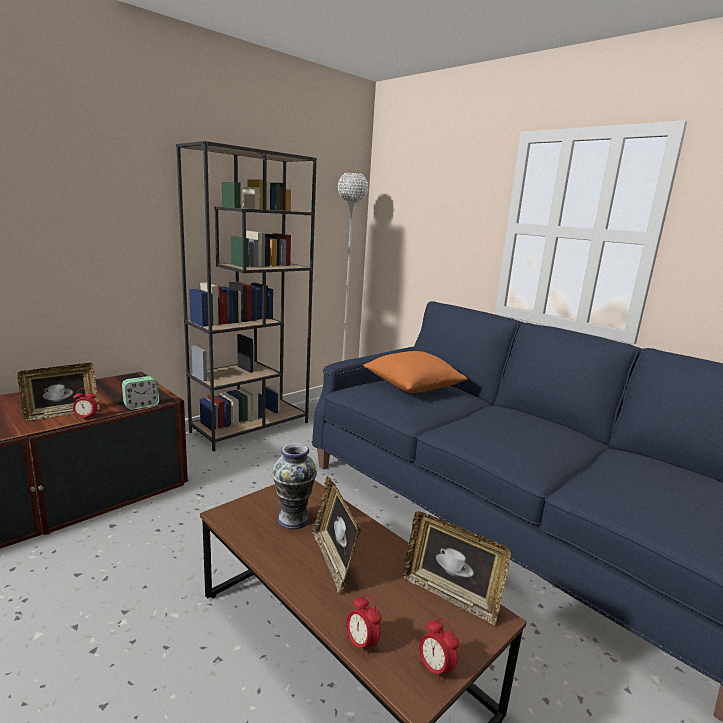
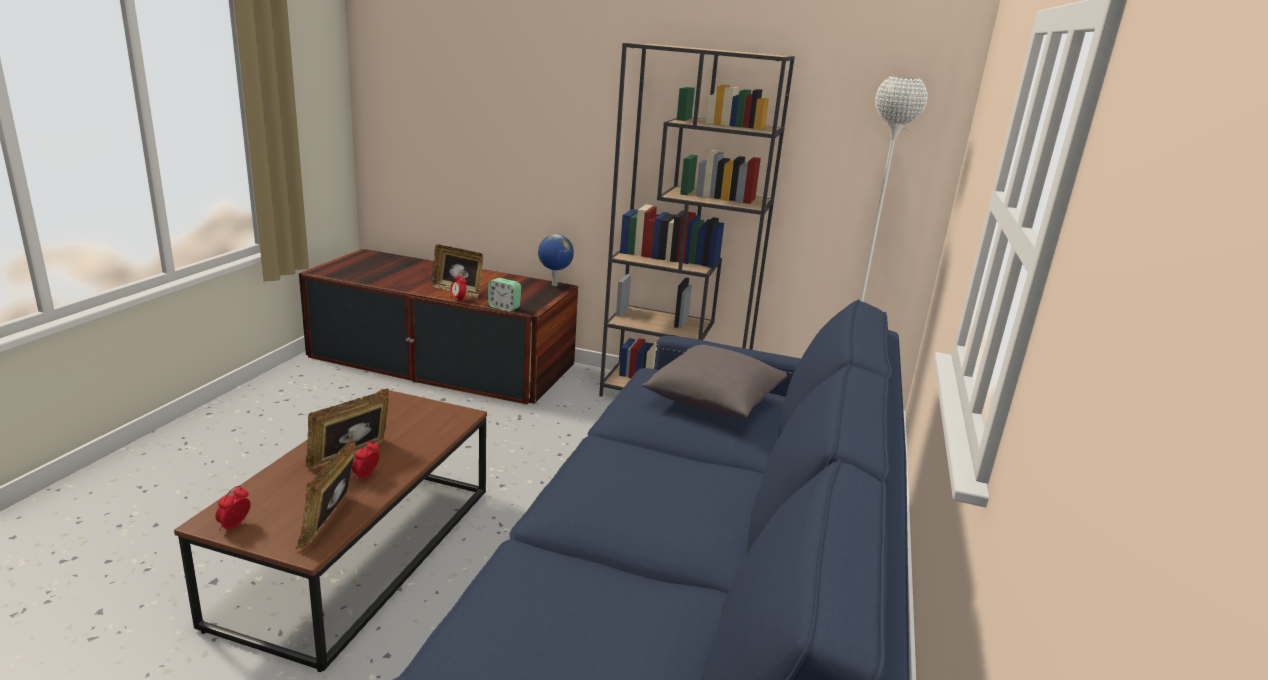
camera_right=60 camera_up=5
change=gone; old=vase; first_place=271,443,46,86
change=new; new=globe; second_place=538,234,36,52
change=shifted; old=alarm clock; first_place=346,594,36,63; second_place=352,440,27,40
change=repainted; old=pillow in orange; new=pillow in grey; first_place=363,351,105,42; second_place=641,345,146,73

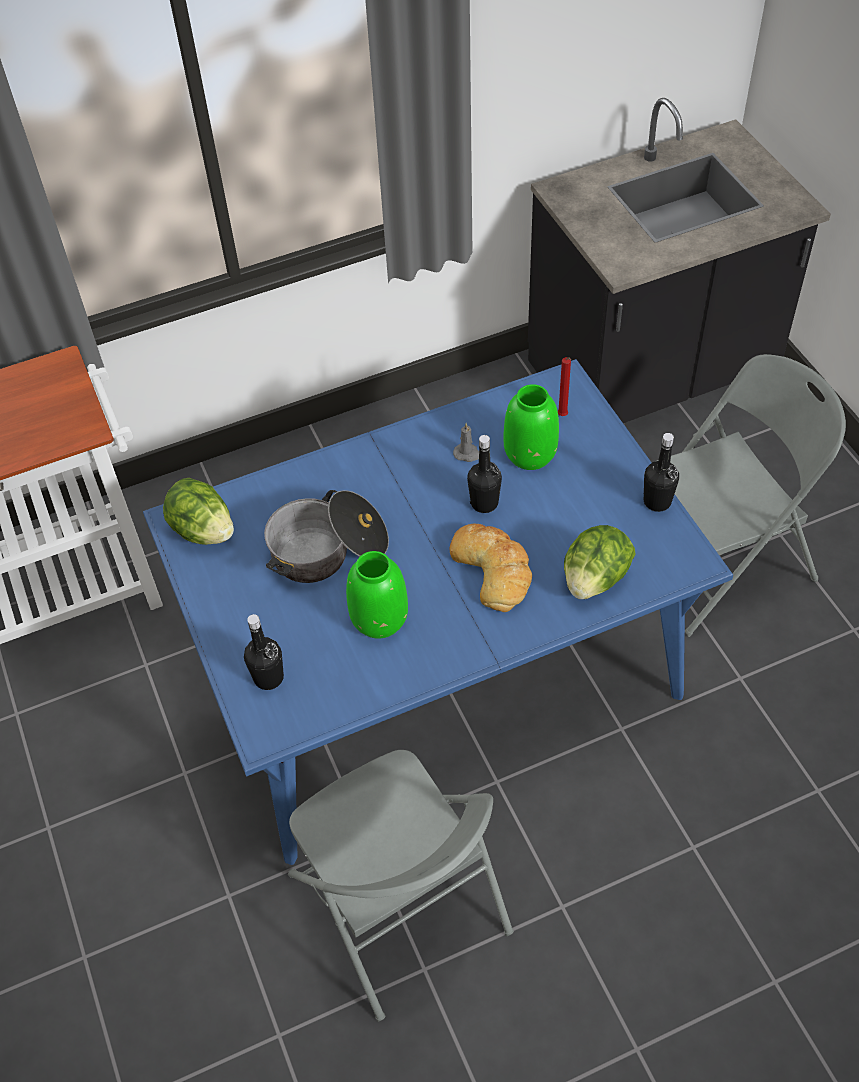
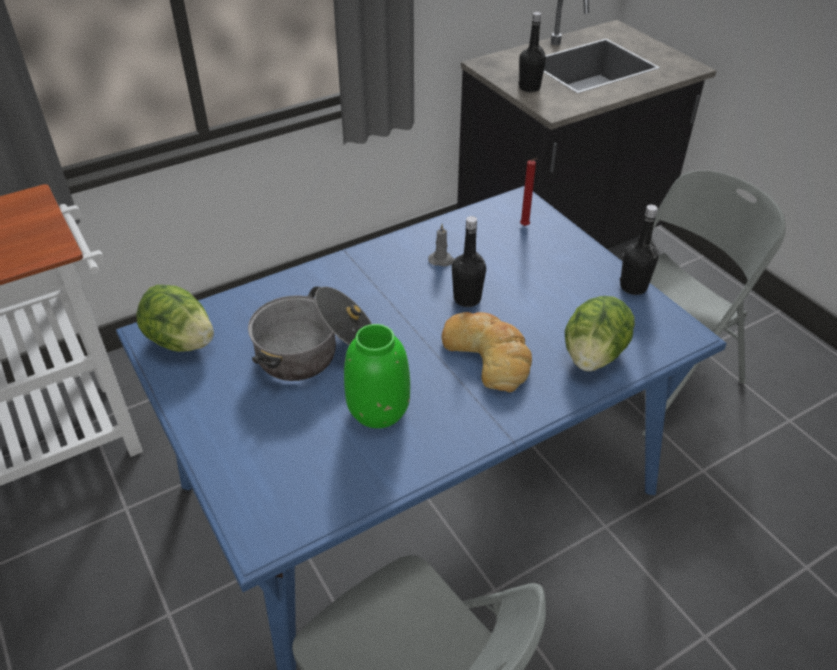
camera_right=-10 camera_up=-10
change=gone; old=vase in green; first_place=503,384,56,86
change=shifted; old=bottle in black; first_place=244,614,40,76; second_place=518,12,28,80

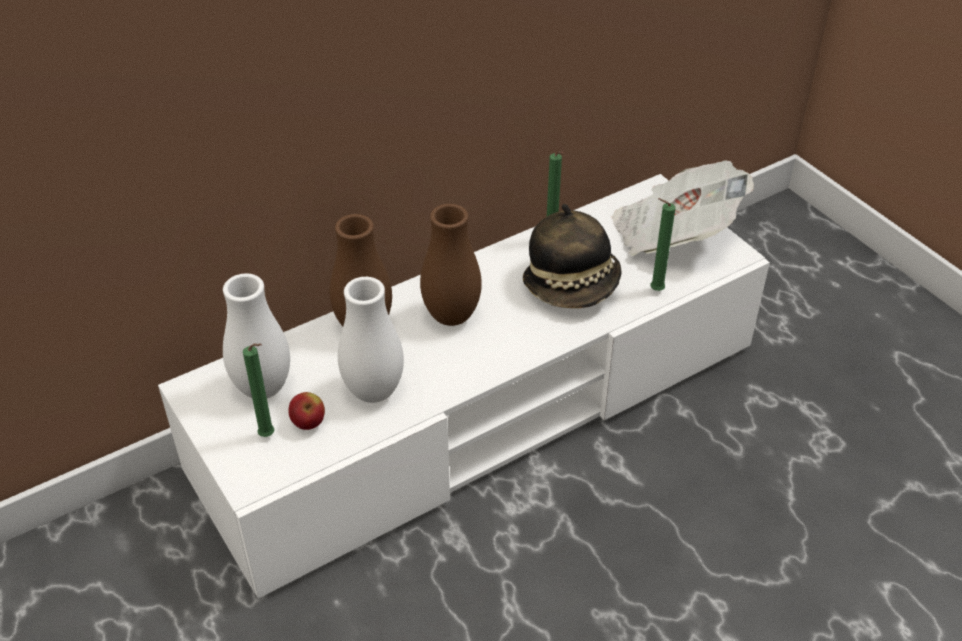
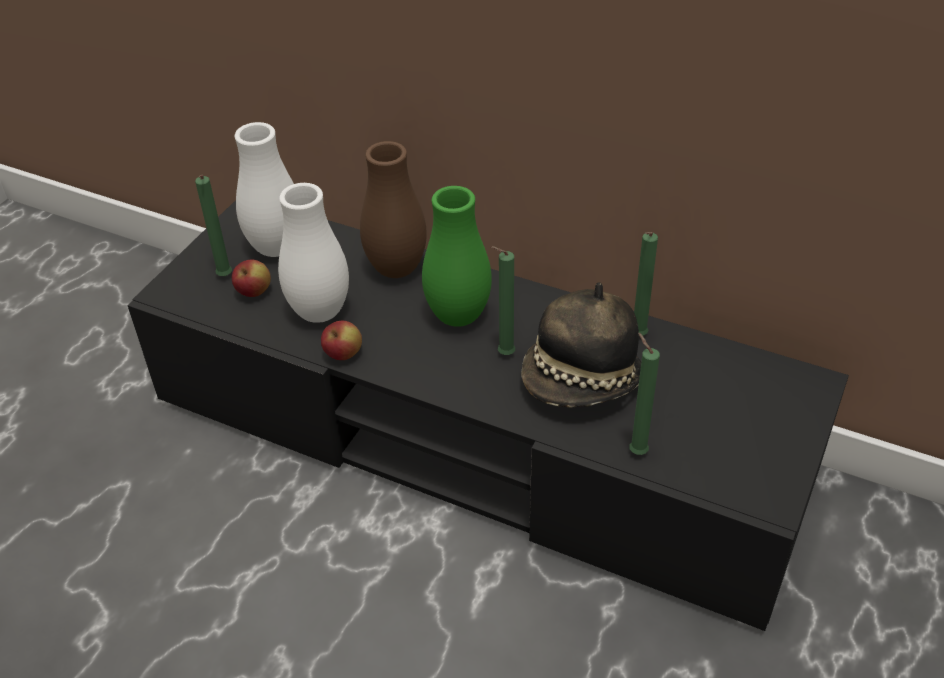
camera_right=60 camera_up=0
change=gone; old=newspaper; first_place=612,161,142,95
change=new; new=apple; second_place=321,321,41,39
change=new; new=candle in green; second_place=491,246,24,109
change=repainted; old=tv stand in white; new=tv stand in black; first_place=158,174,612,425; second_place=127,200,722,431
change=repainted; old=vase in brown; new=vase in green; first_place=420,204,62,122; second_place=422,186,70,141

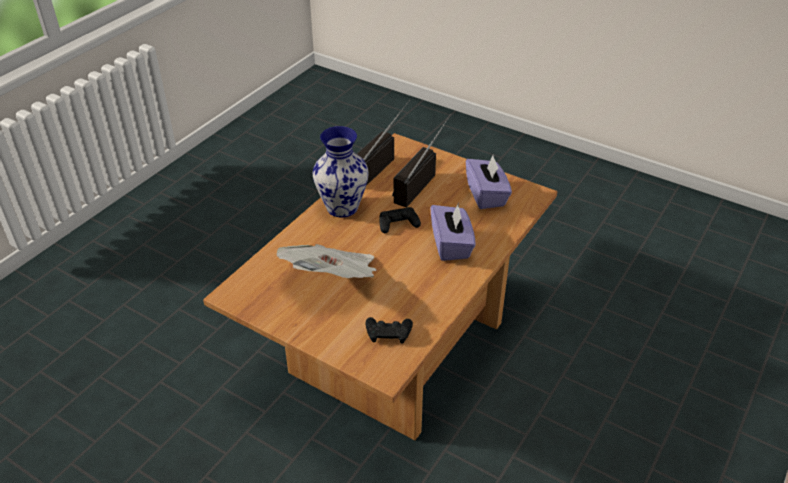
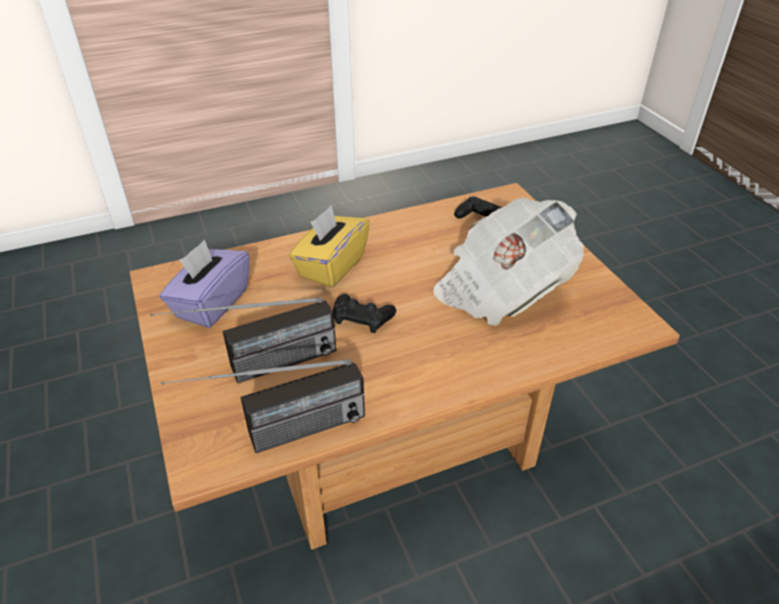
camera_right=-145 camera_up=0
change=gone; old=vase; first_place=313,126,56,91
change=repainted; old=tissue box in purple; new=tissue box in yellow; first_place=431,202,45,59; second_place=289,205,81,83

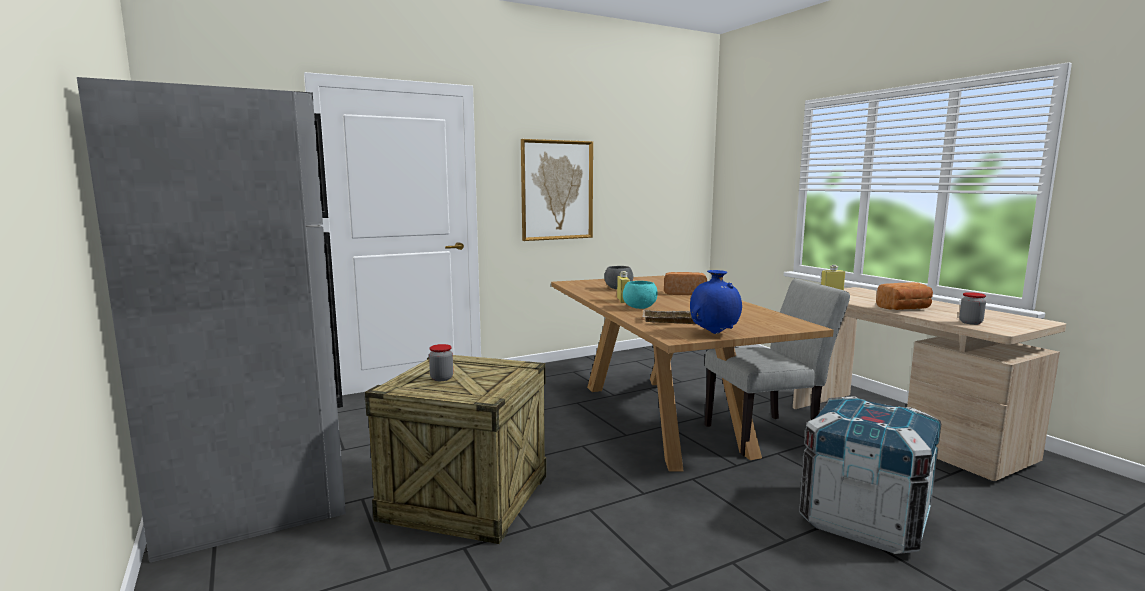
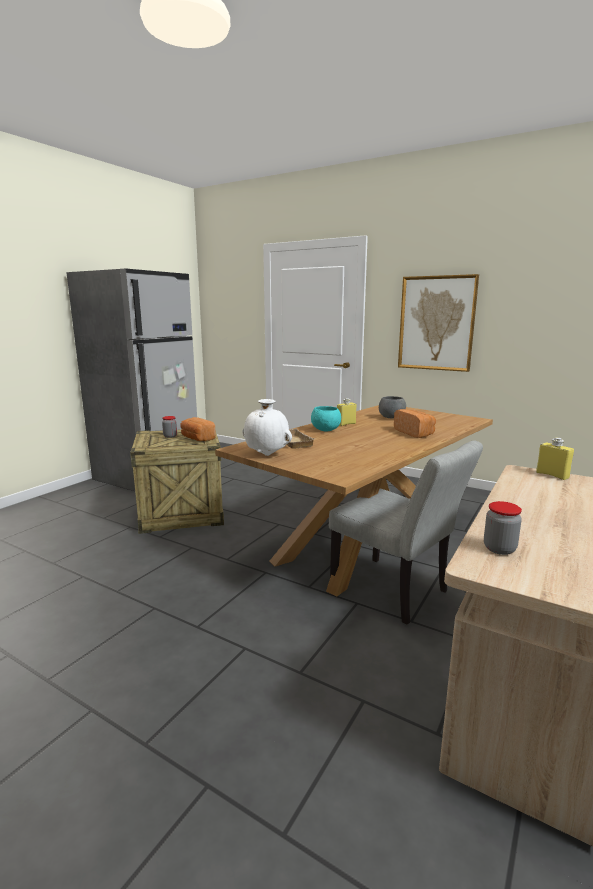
camera_right=60 camera_up=5
change=gone; old=crate; first_place=799,396,142,158
change=shifted; old=bread; first_place=876,282,57,28; second_place=181,417,35,24
change=repainted; old=vase in blue; new=vase in white; first_place=690,270,52,64; second_place=242,399,50,57

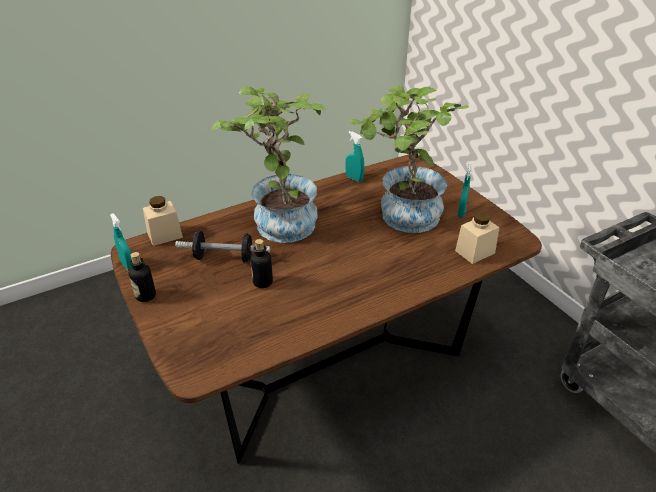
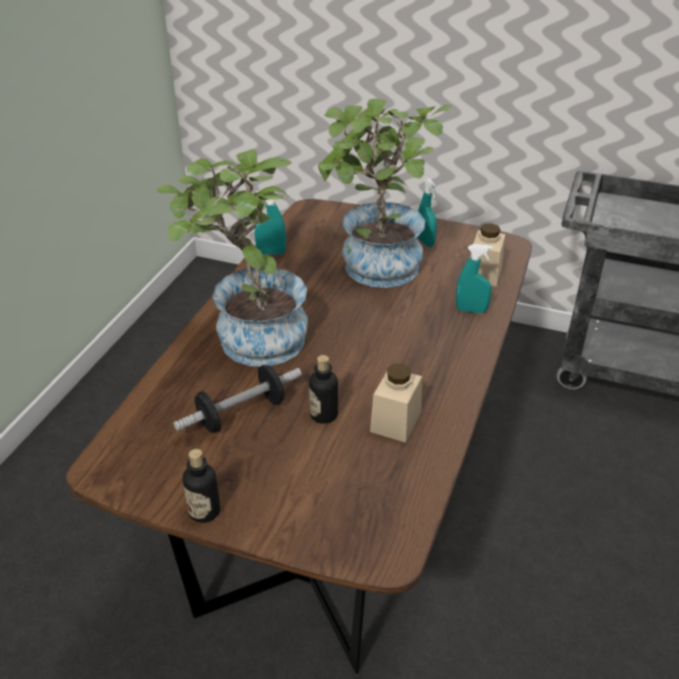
camera_right=-40 camera_up=0
change=shifted; old=spray bottle in turquoise; first_place=110,213,22,58; second_place=456,244,37,69
change=shifted; old=jar in beige; first_place=143,196,40,50; second_place=370,364,52,79

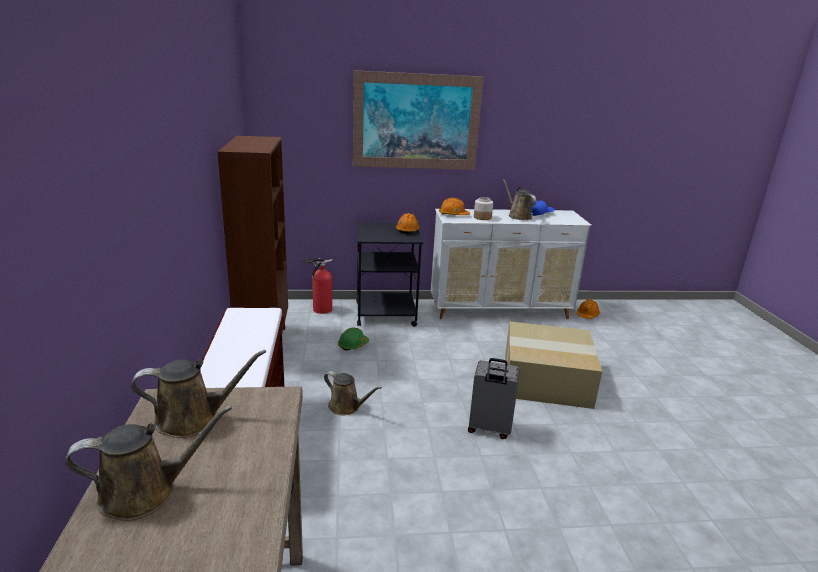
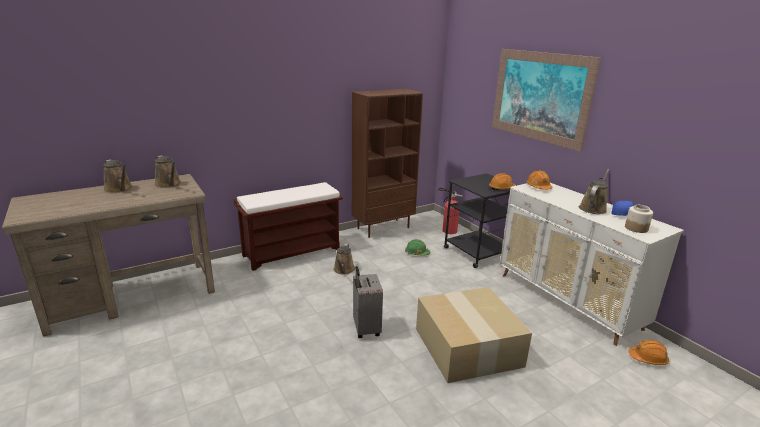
camera_right=65 camera_up=0
change=shifted; old=jar; first_place=474,197,19,23; second_place=625,205,28,28

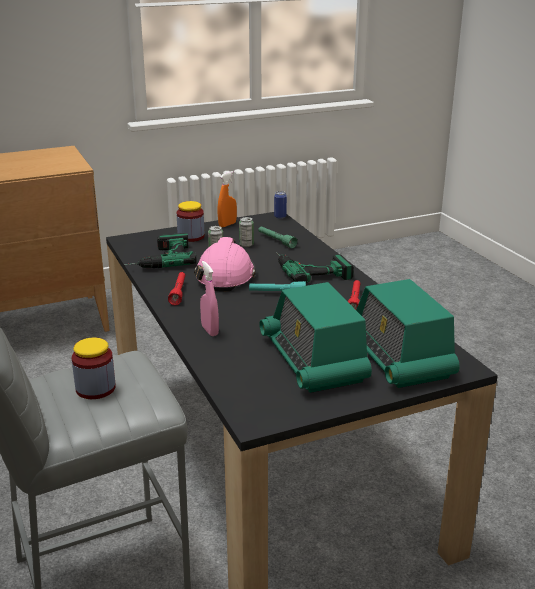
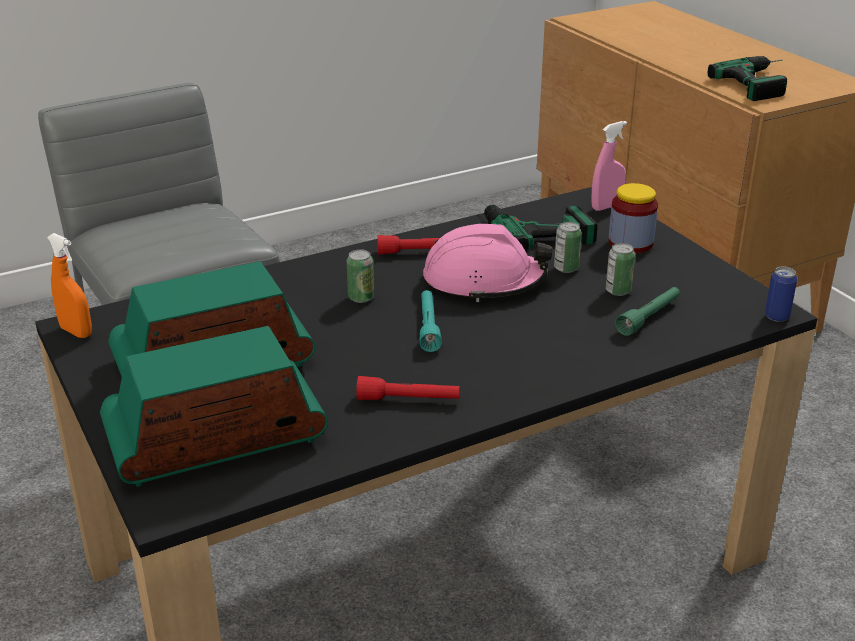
camera_right=85 camera_up=5
change=gone; old=jar; first_place=71,337,45,62
change=new; new=can; second_place=347,249,27,54
change=shifted; old=spray bottle in pink; first_place=200,261,19,75; second_place=591,121,36,90
change=shifted; old=spray bottle in orange; first_place=217,171,20,56; second_place=47,233,45,105
change=shifted; old=power drill; first_place=276,252,78,31; second_place=708,56,79,45

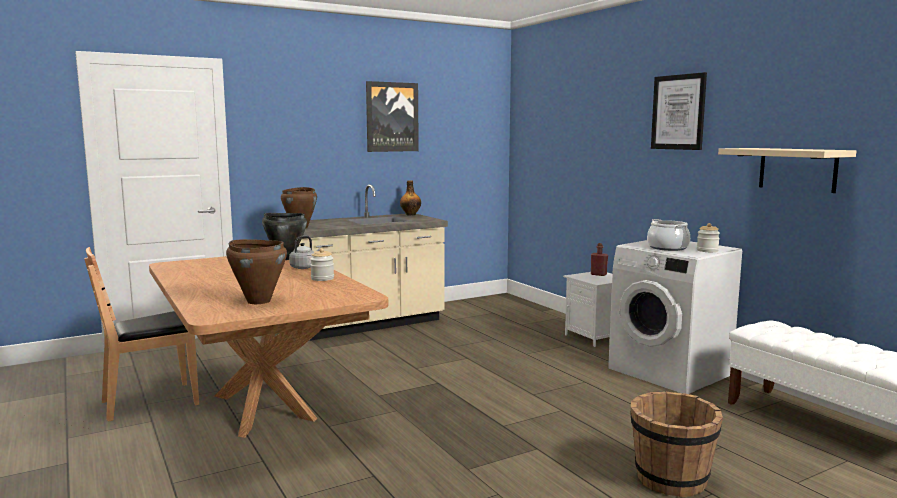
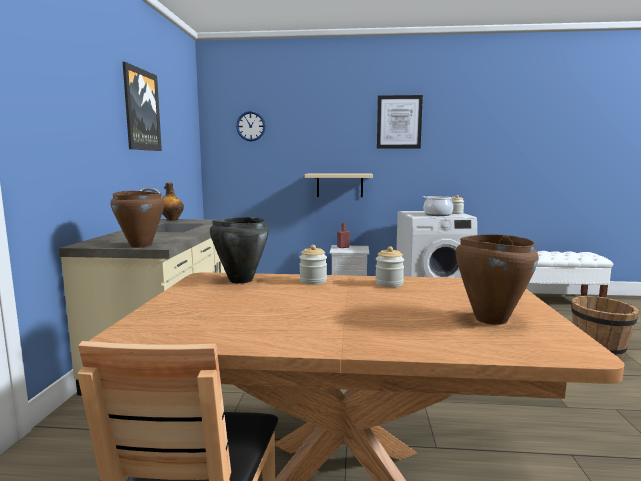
camera_right=-55 camera_up=0
change=new; new=wall clock; second_place=236,111,29,30
change=shifted; old=shelf in beige; first_place=718,148,138,45; second_place=305,173,68,24
change=swapped; old=kettle in grey; new=jar; first_place=289,235,32,34; second_place=299,245,28,40

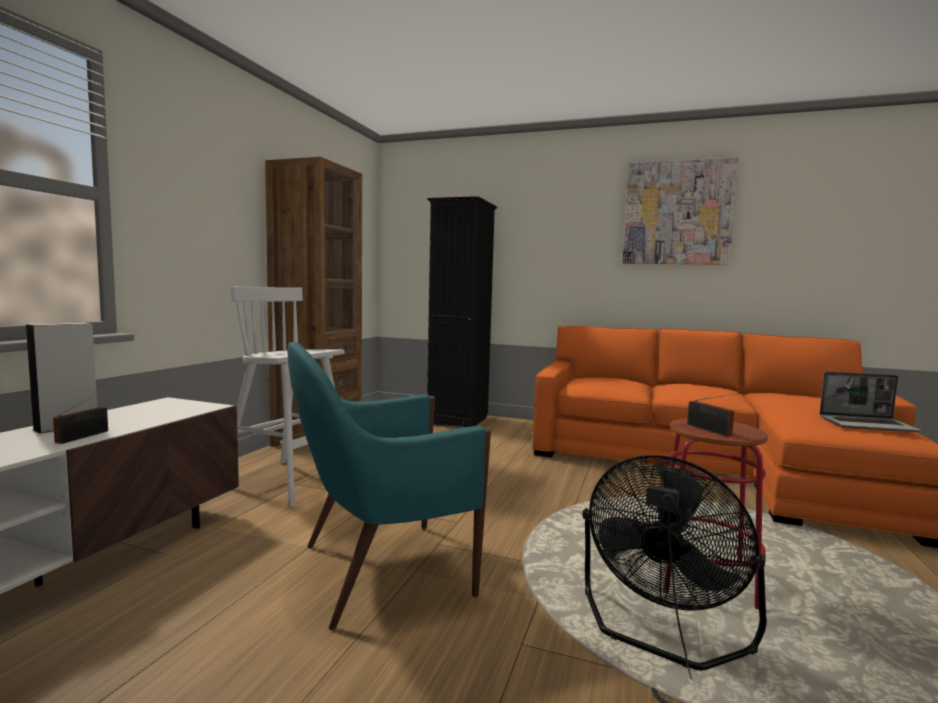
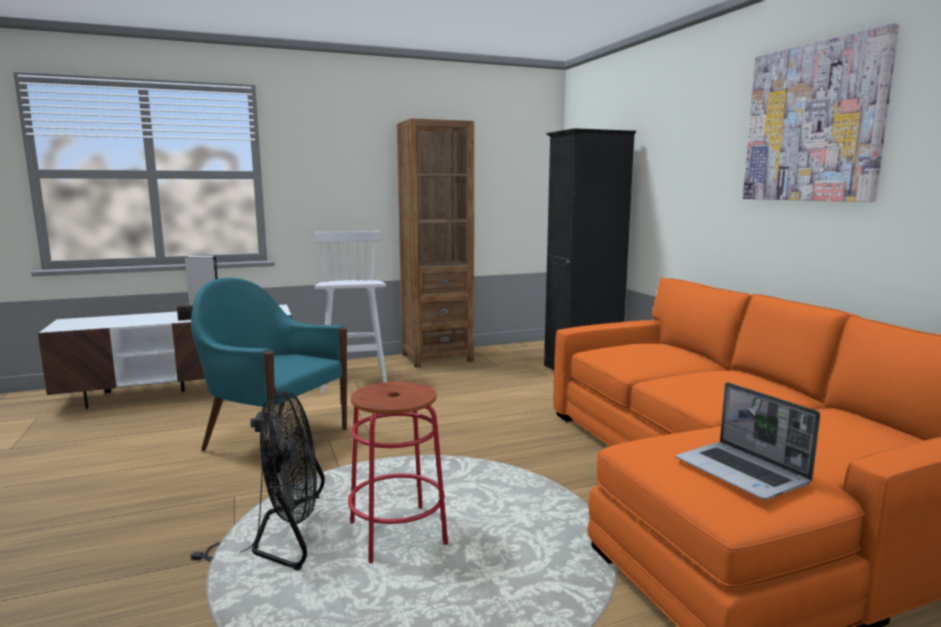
camera_right=50 camera_up=5
change=gone; old=radio; first_place=687,393,53,43

